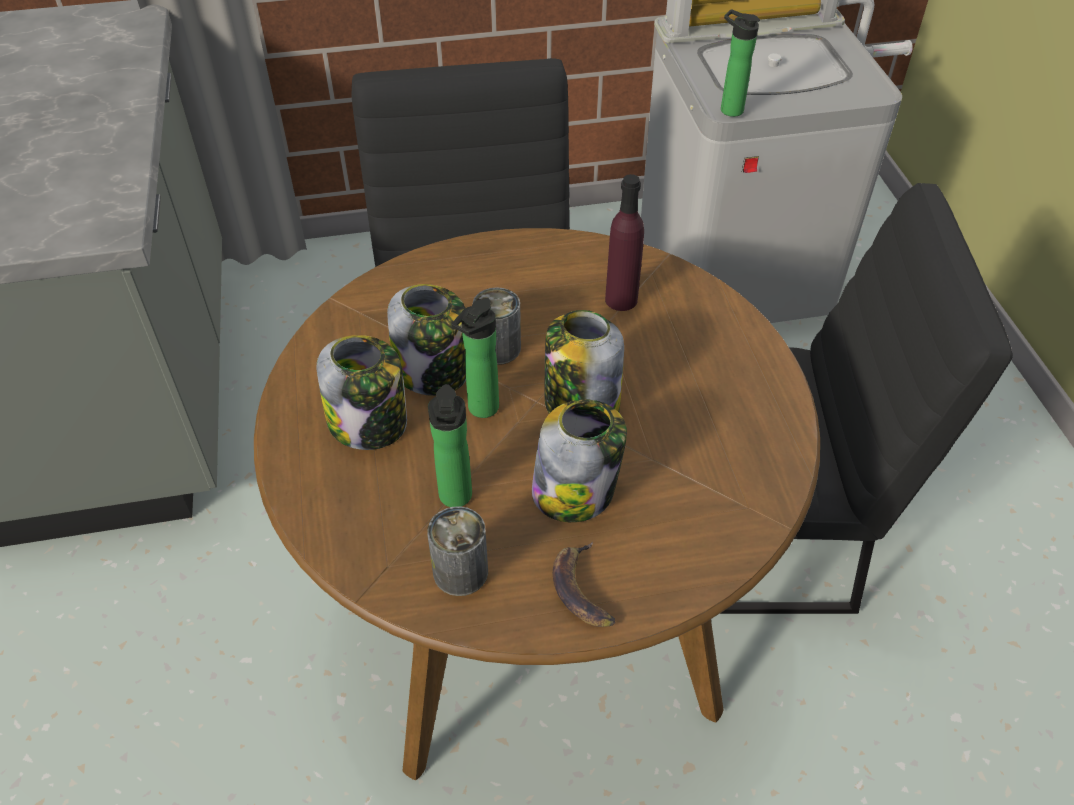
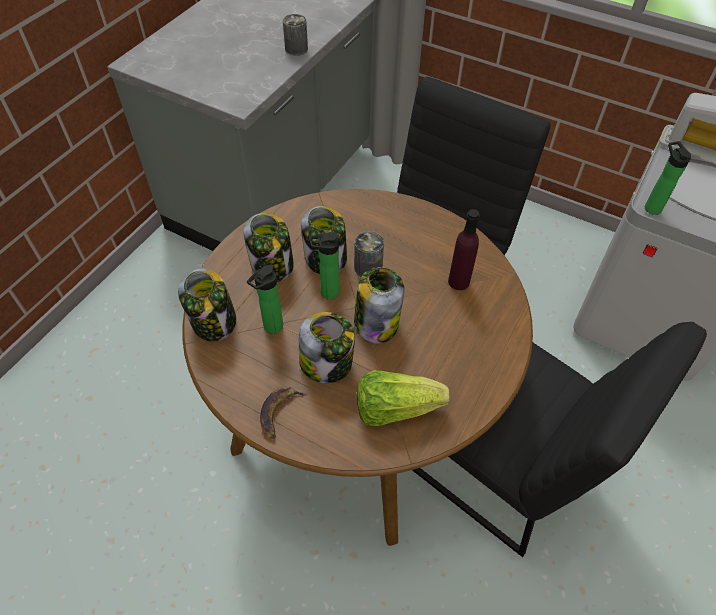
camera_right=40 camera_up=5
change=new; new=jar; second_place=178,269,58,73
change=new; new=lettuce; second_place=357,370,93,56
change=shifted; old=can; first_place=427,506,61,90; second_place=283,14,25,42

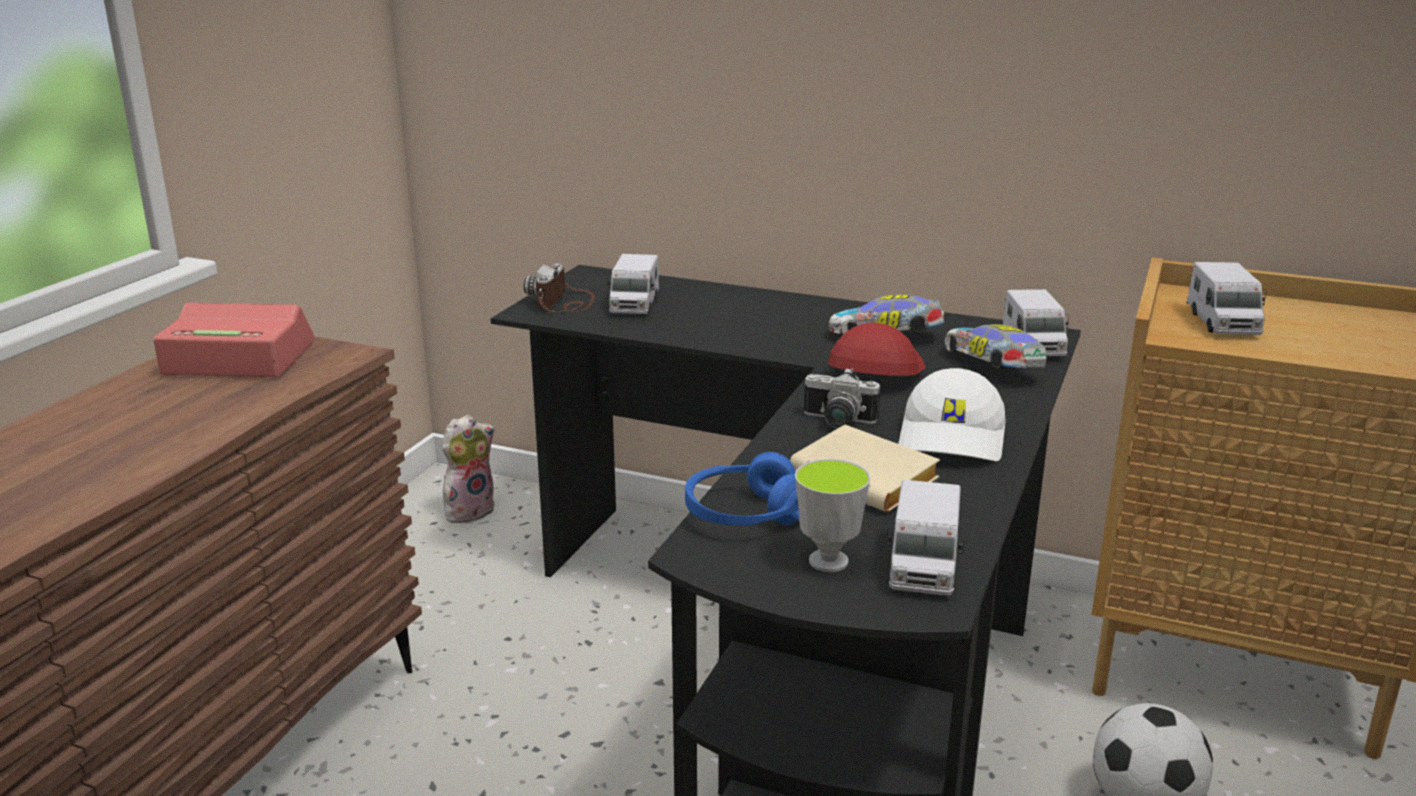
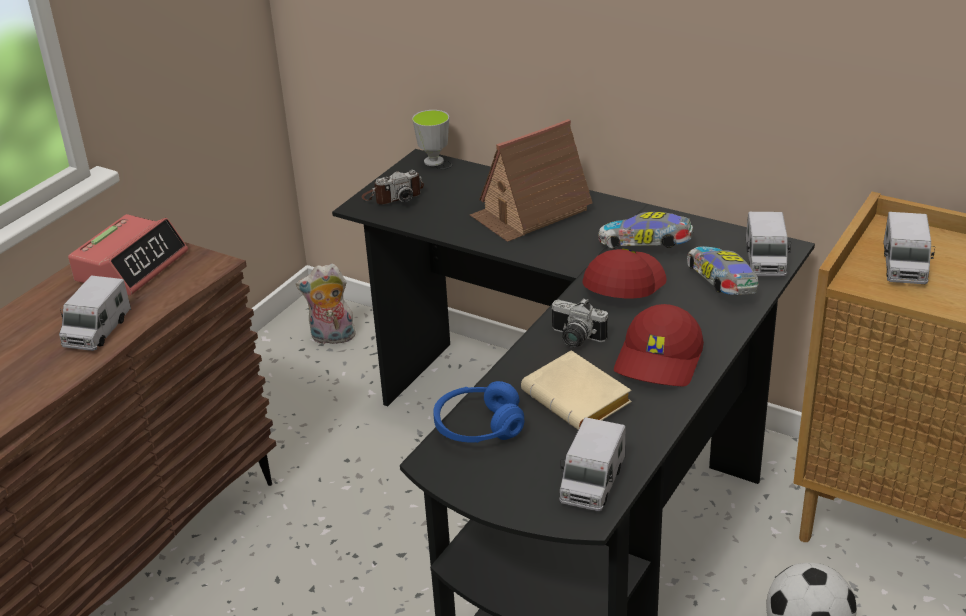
camera_right=10 camera_up=10
change=new; new=toy house; second_place=470,119,122,123
change=shifted; old=toy truck; first_place=607,254,52,60; second_place=59,276,72,75
change=shifted; old=cup; first_place=795,459,76,113; second_place=412,110,37,56
change=repainted; old=cap in white; new=cap in red; first_place=898,368,108,93; second_place=614,304,90,82
change=rotated; old=alarm clock; first_place=153,302,161,75; second_place=68,214,120,81; degrees=105
change=rotated; old=plush toy; first_place=442,415,53,108; second_place=296,263,60,81; degrees=-150
change=rotated; old=photo camera; first_place=524,263,70,49; second_place=362,170,62,35; degrees=-135

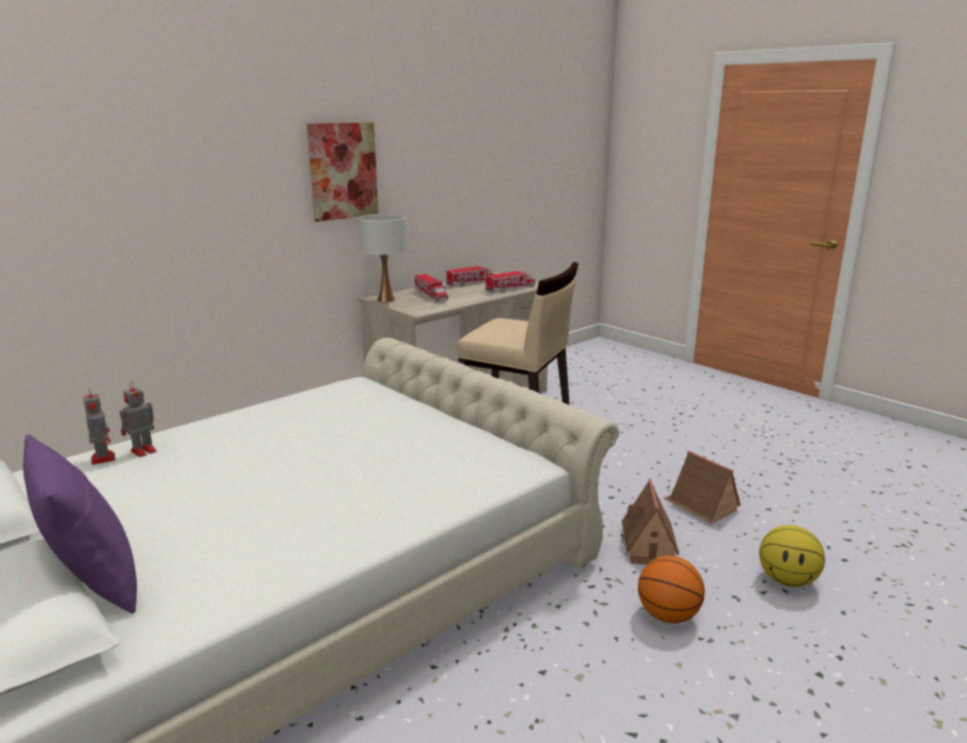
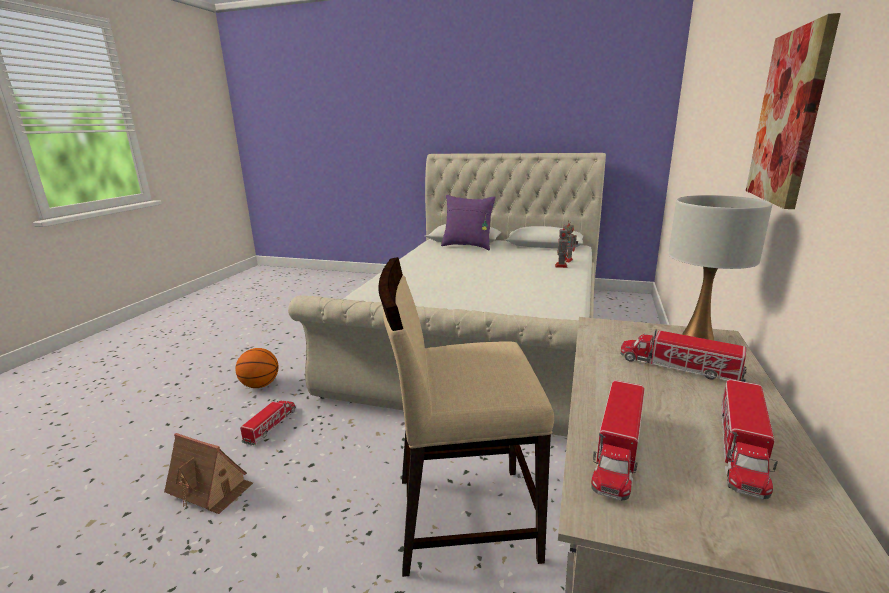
camera_right=150 camera_up=0
change=gone; old=basketball; first_place=759,525,66,62
change=swapped; old=toy house; new=toy truck; first_place=621,479,58,86; second_place=240,401,56,45

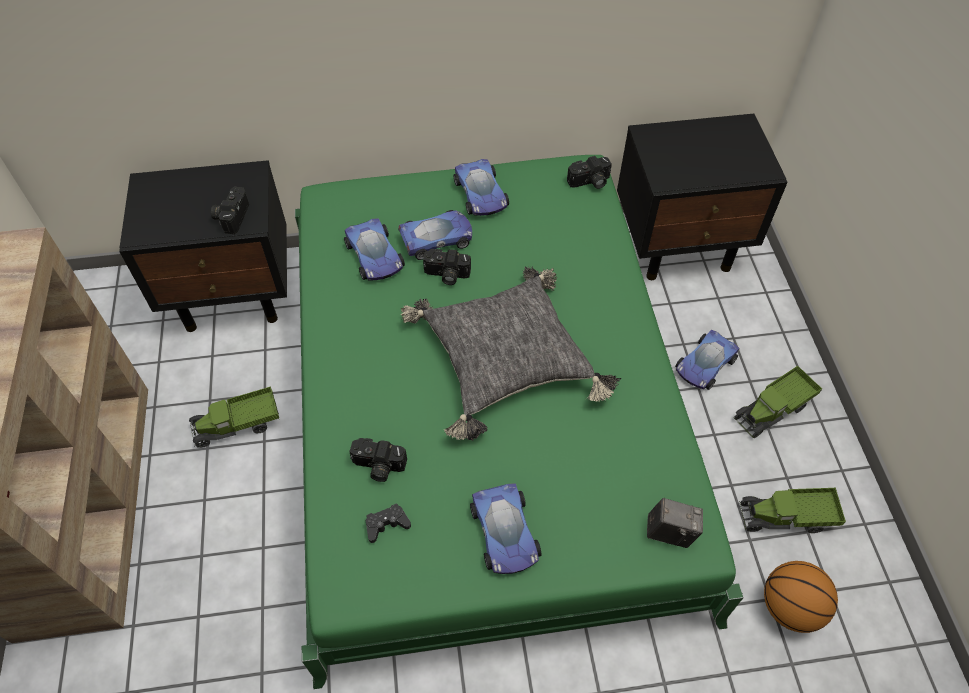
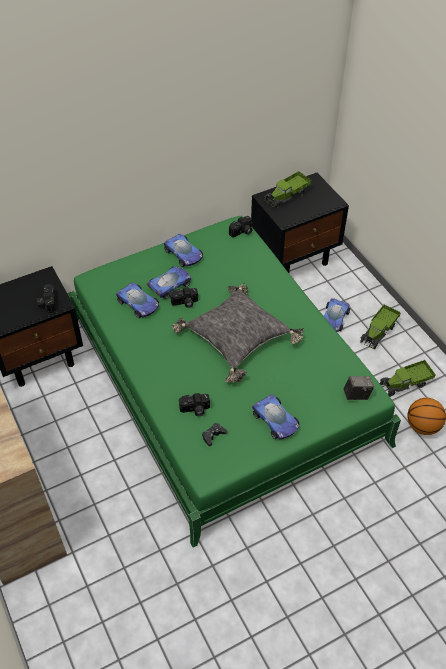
camera_right=-20 camera_up=-5
change=shifted; old=toy truck; first_place=189,386,90,62; second_place=264,171,48,38

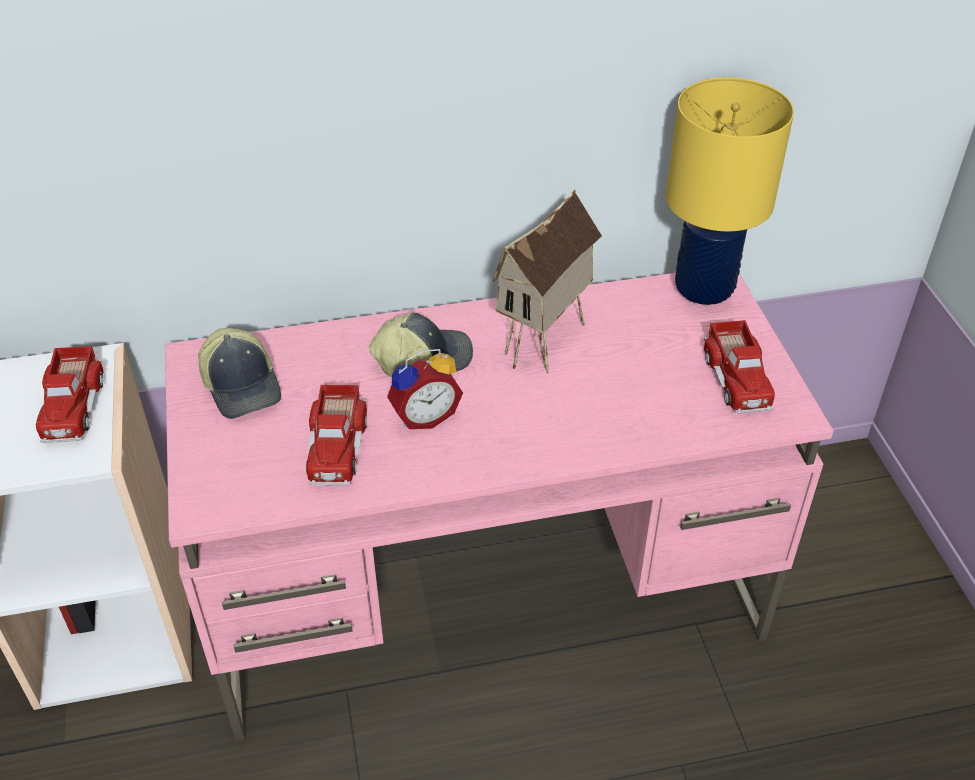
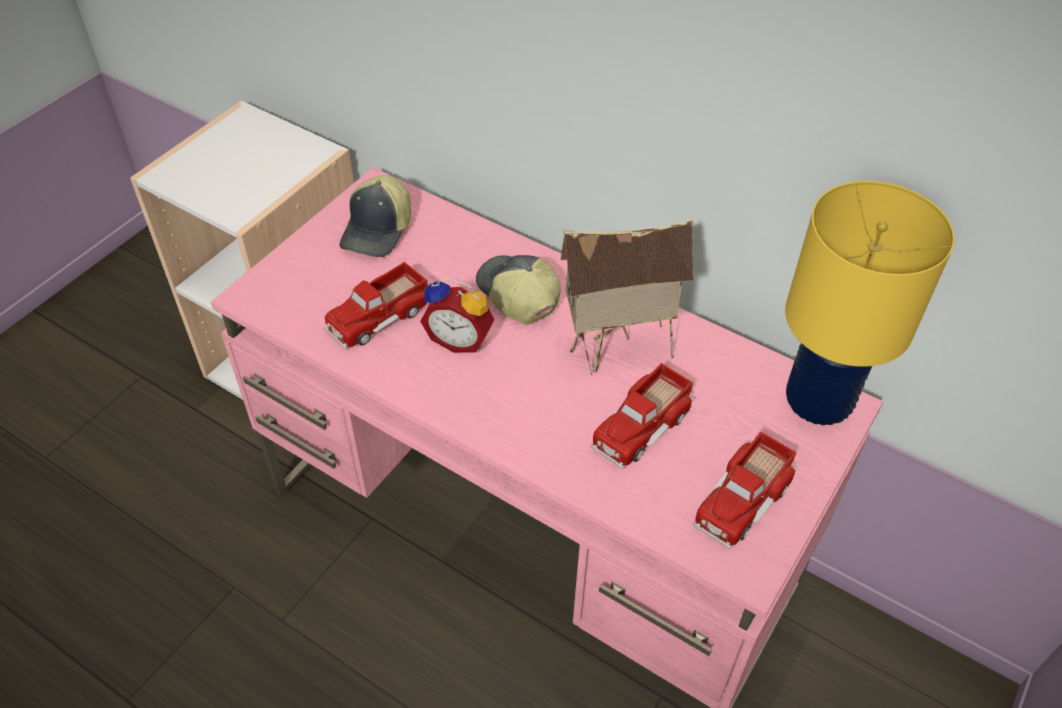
camera_right=45 camera_up=5
change=shifted; old=toy truck; first_place=36,346,67,97; second_place=590,363,104,106
change=rotated; old=cap; first_place=369,312,104,65; second_place=476,255,85,69; degrees=-150

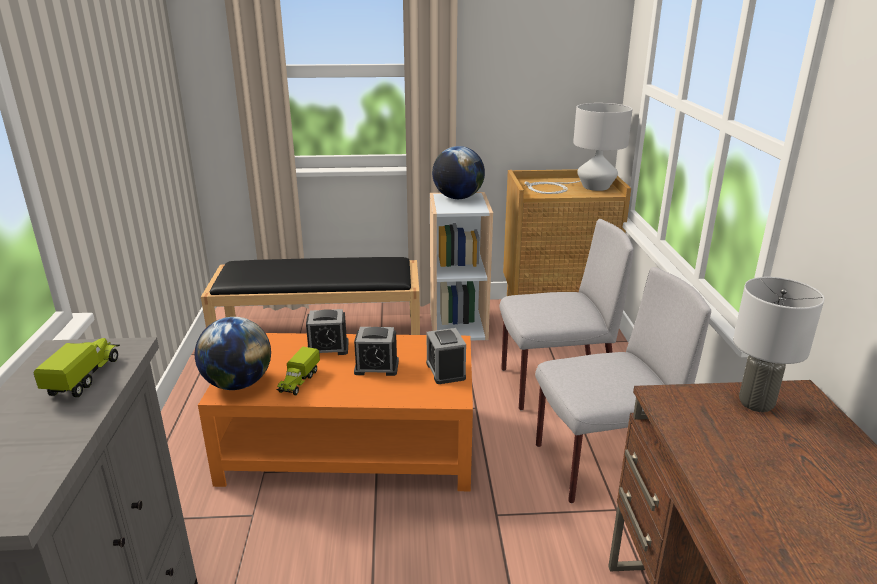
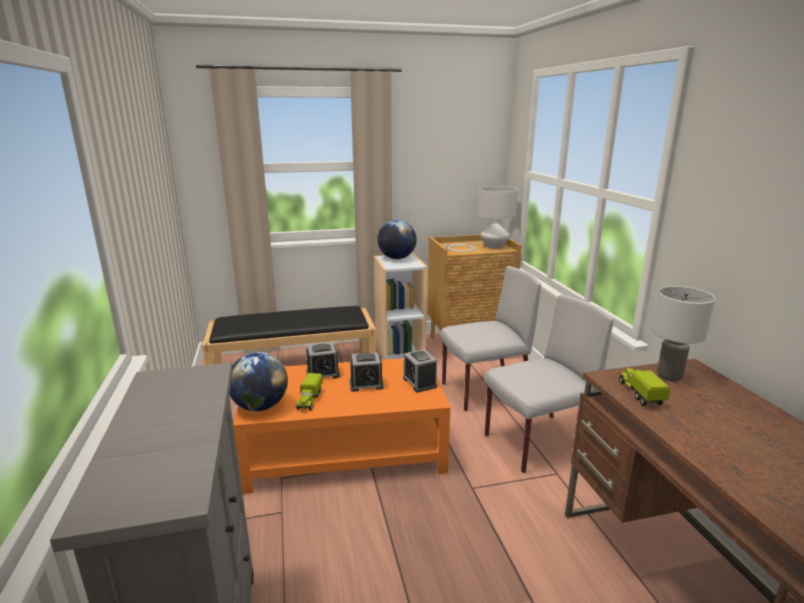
camera_right=-10 camera_up=-5
change=shifted; old=toy truck; first_place=34,338,86,59; second_place=618,368,52,38

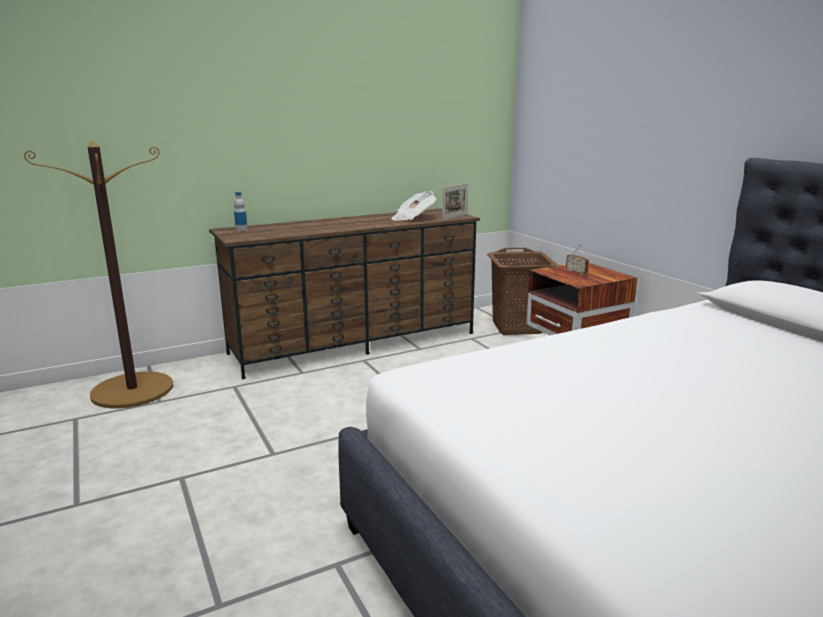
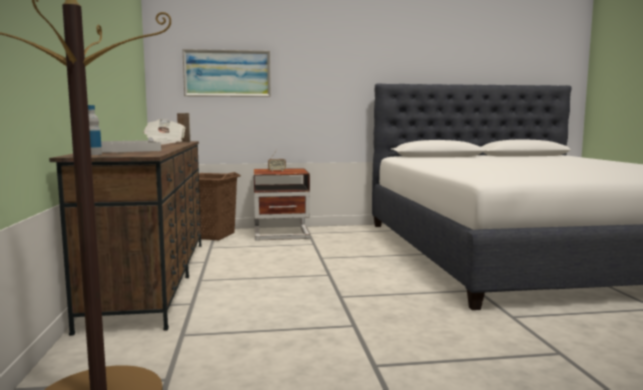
camera_right=-70 camera_up=-10
change=new; new=tray in white; second_place=101,140,60,13
change=new; new=picture; second_place=182,49,89,48

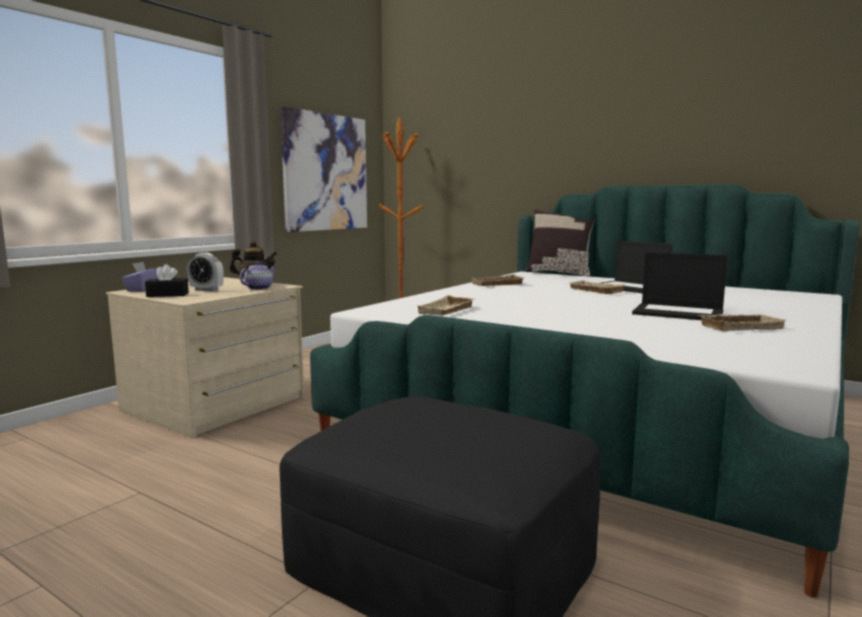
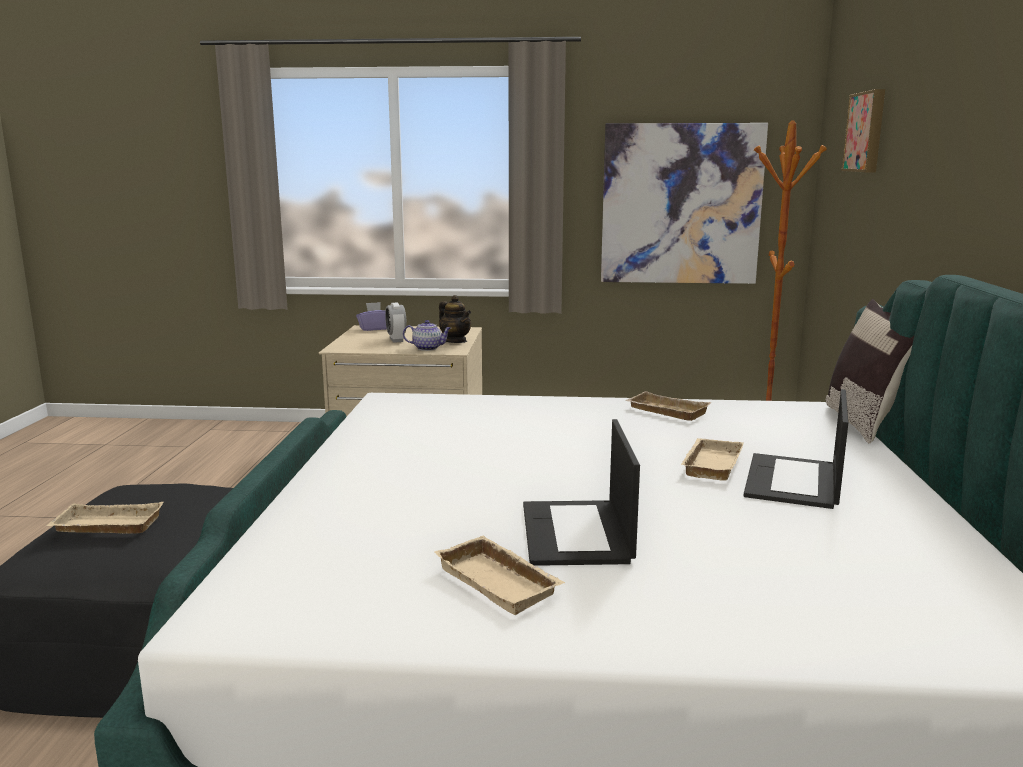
camera_right=60 camera_up=5
change=gone; old=tissue box in black; first_place=145,264,44,33
change=new; new=picture; second_place=842,89,43,83
change=shifted; old=tray in beige; first_place=418,295,57,21; second_place=46,502,118,32

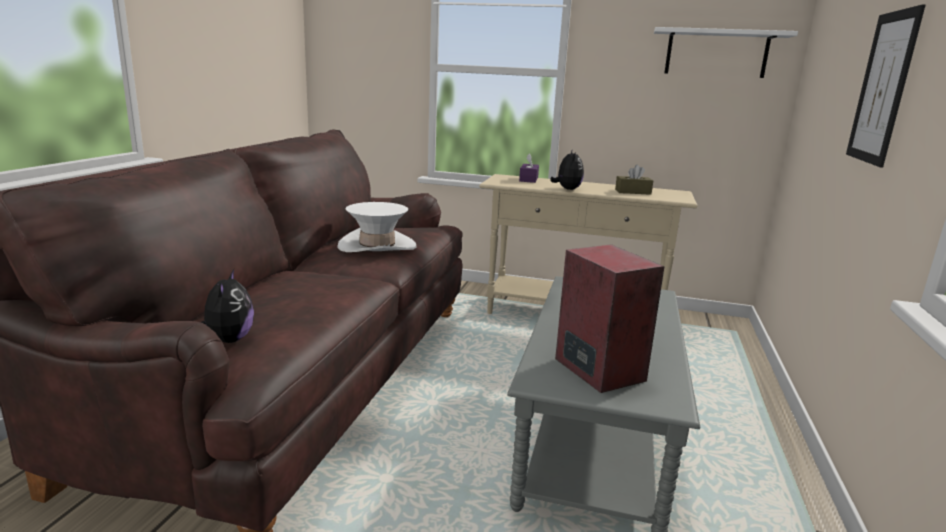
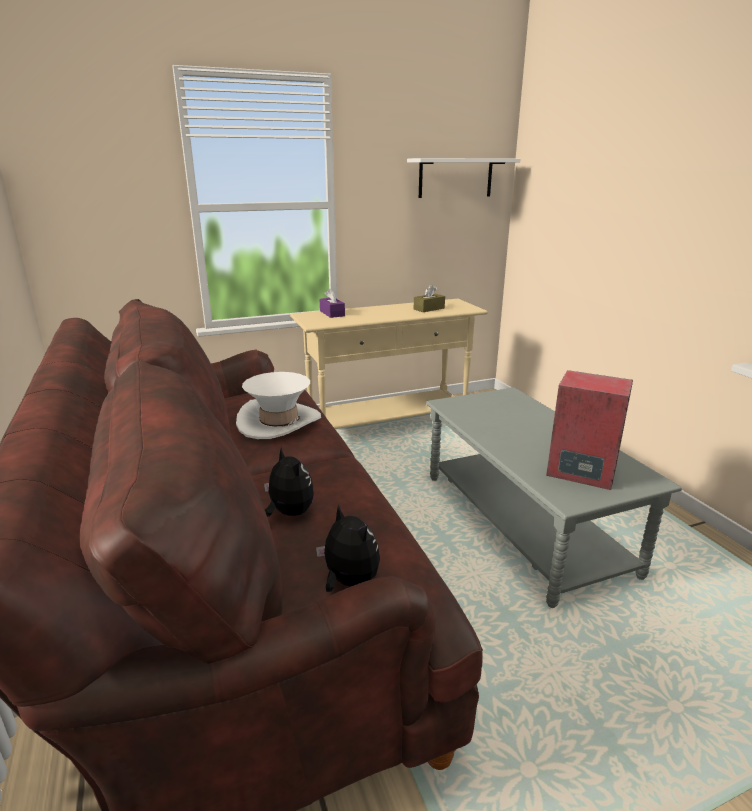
camera_right=-35 camera_up=5
change=gone; old=picture; first_place=846,4,79,164
change=shifted; old=plush toy; first_place=550,149,34,41; second_place=264,447,50,70

